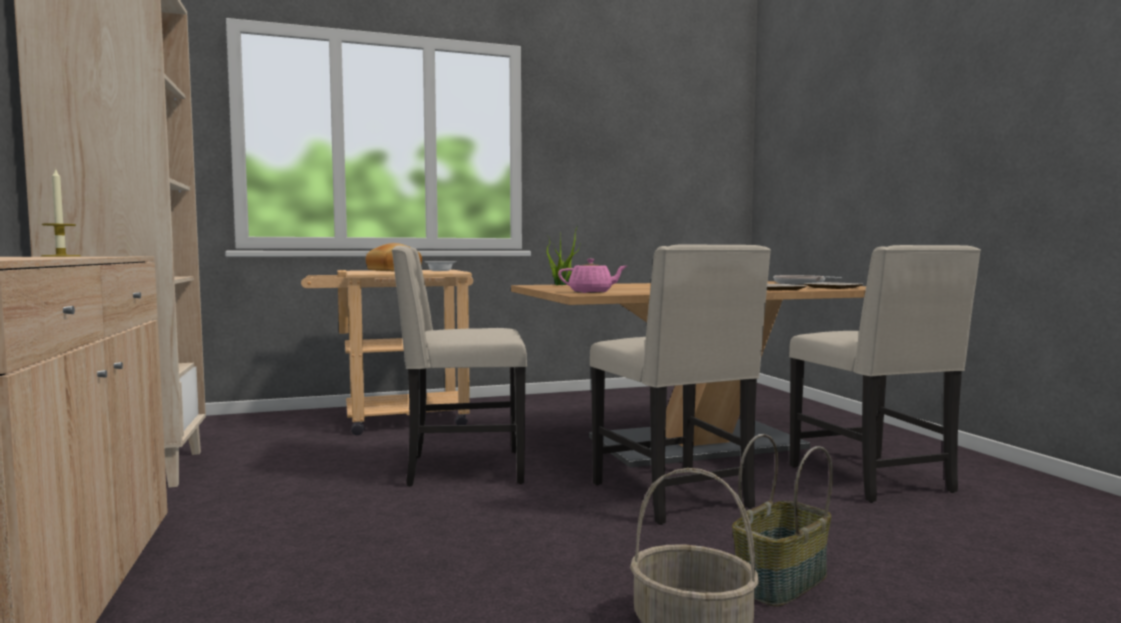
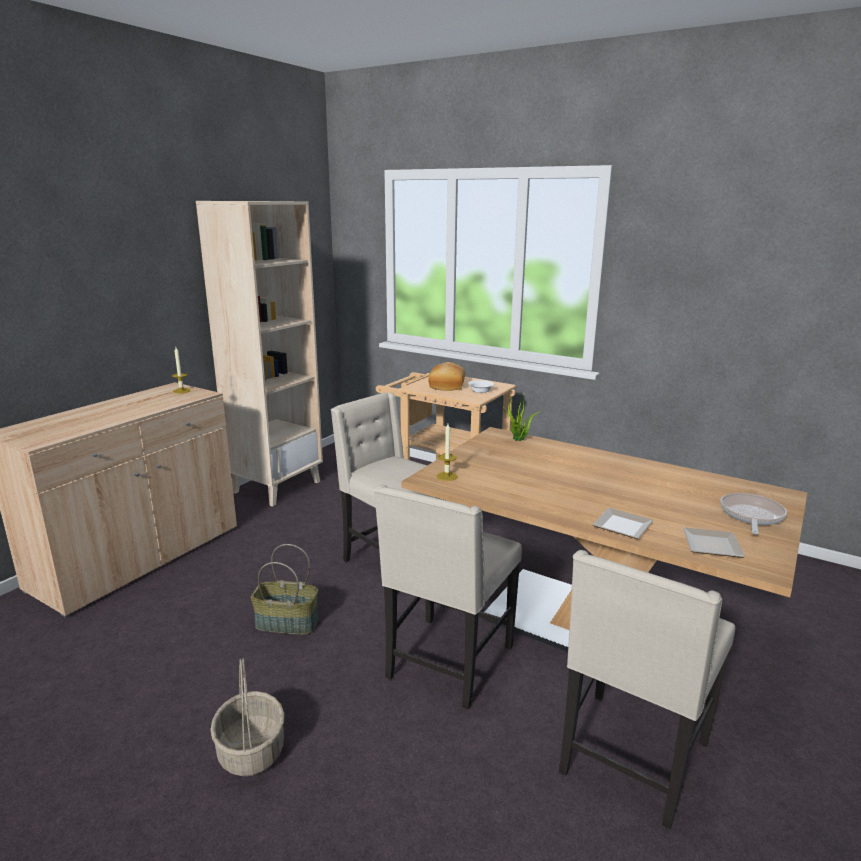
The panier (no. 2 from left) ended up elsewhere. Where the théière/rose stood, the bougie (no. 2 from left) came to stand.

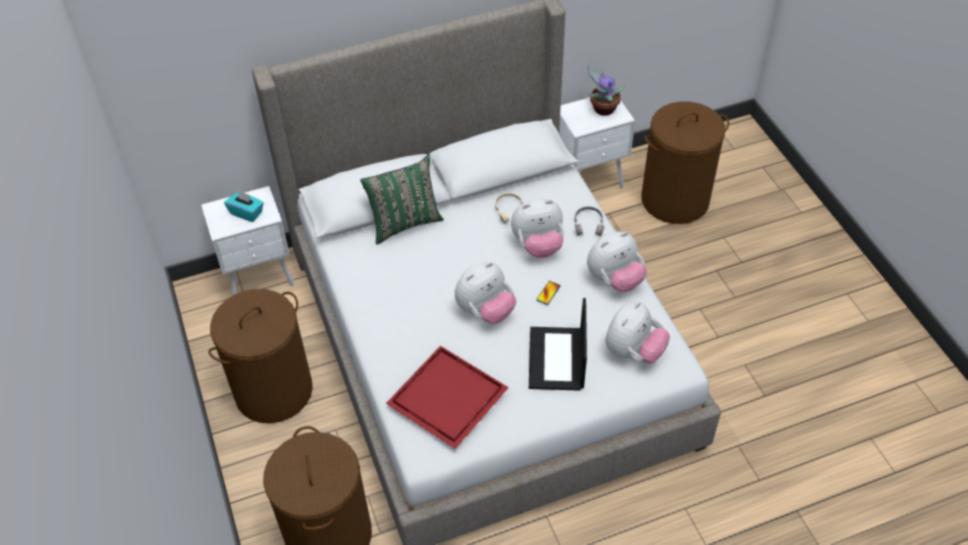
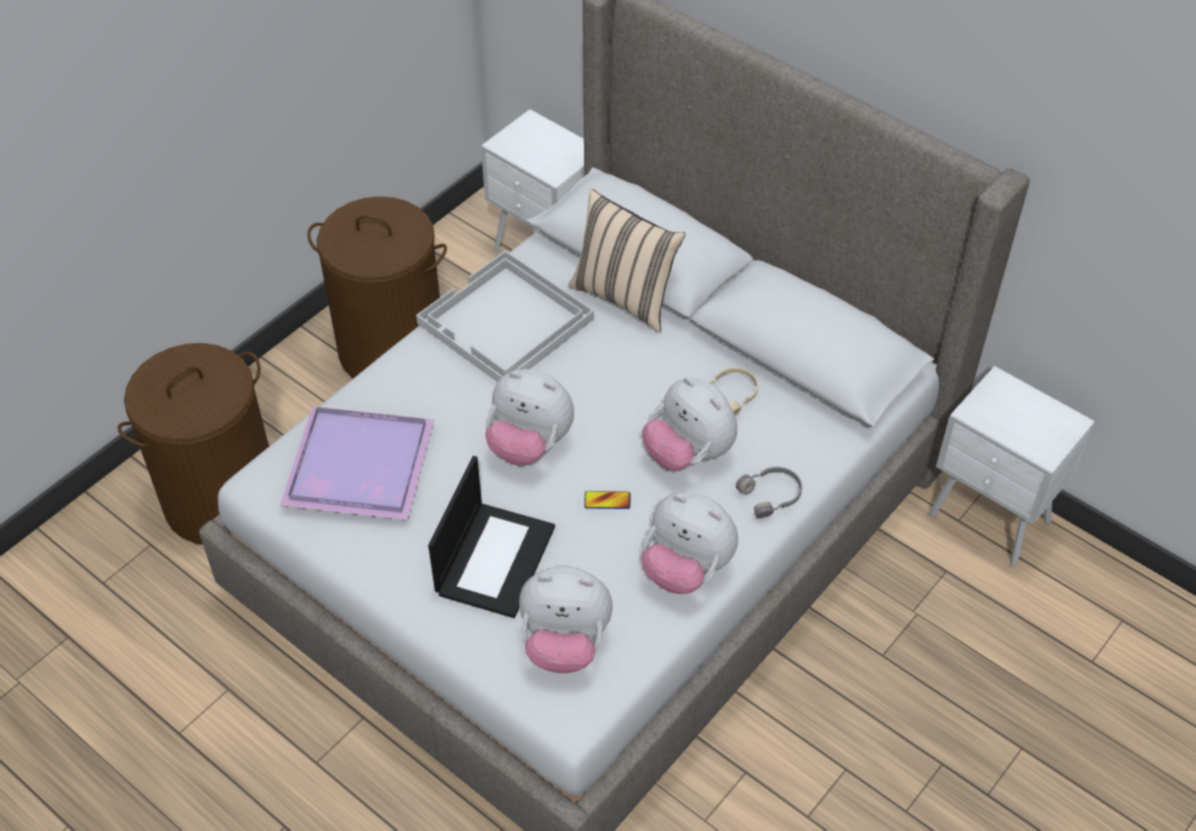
What was the plateau/rouge turned into the plateau/violet. The second view gained the plateau/blanc. The ordinateur portable ended up facing another way, 135 degrees clockwise from before. What was the coussin/vert turned into the coussin/beige. The second view lost the boîte à mouchoirs/turquoise. The second view lost the plante en pot. The second view lost the panier à linge/marron (no. 3 from left).

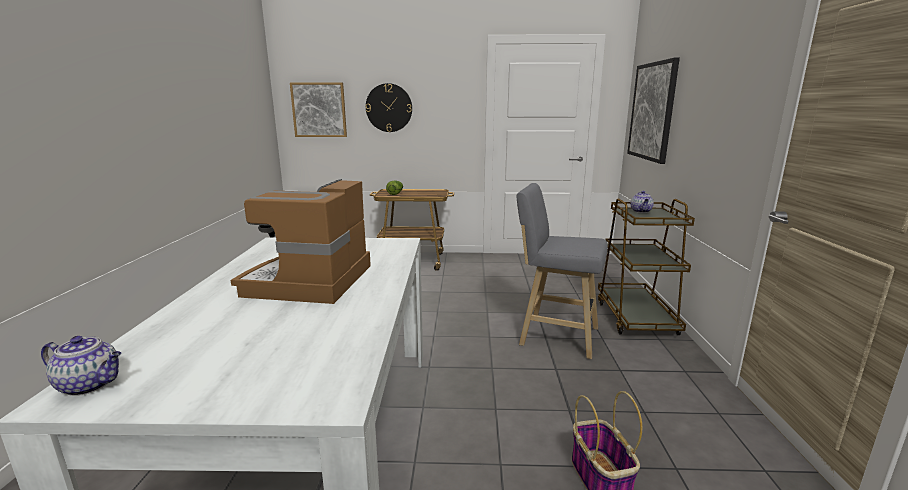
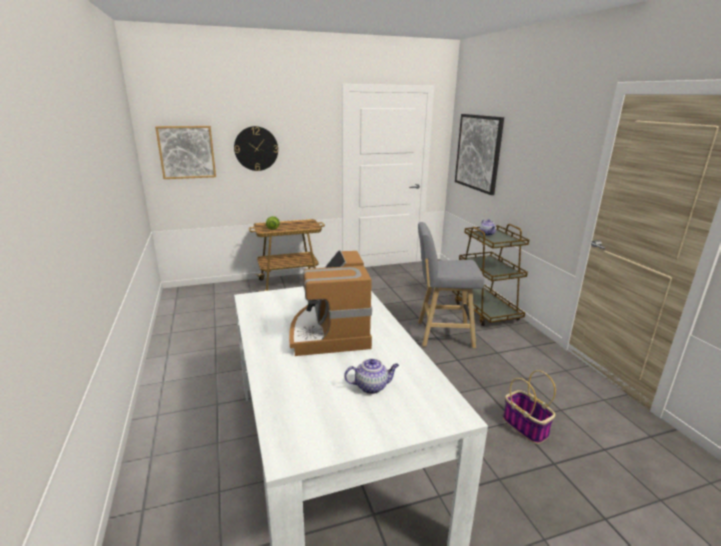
The théière (no. 1 from left) ended up elsewhere.

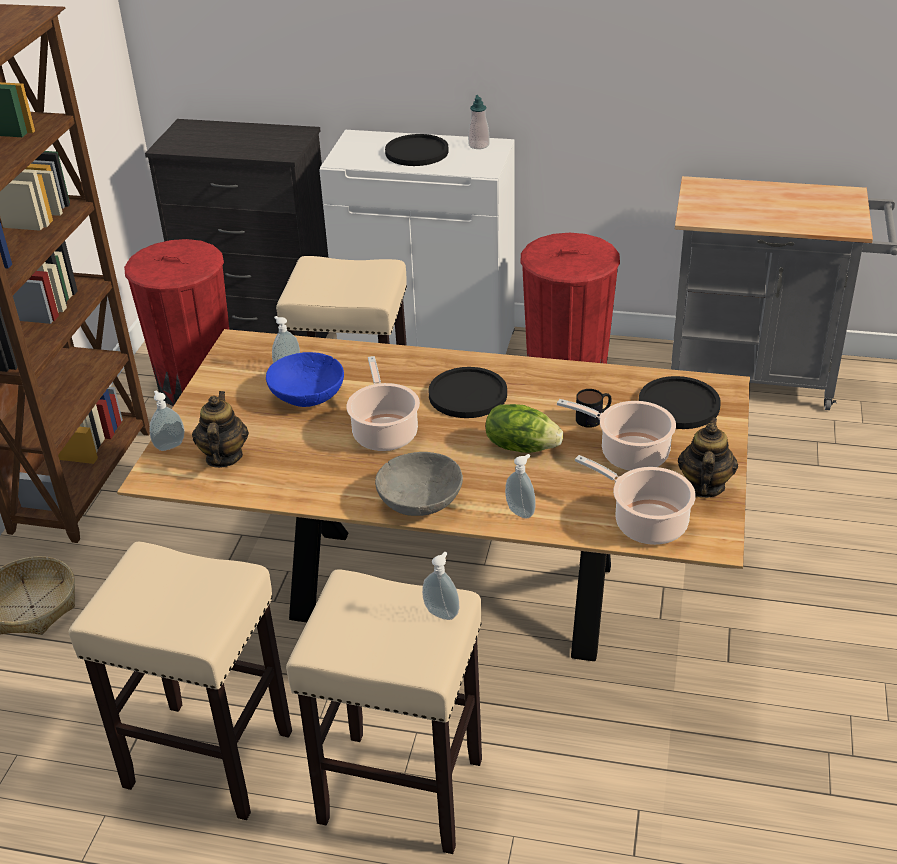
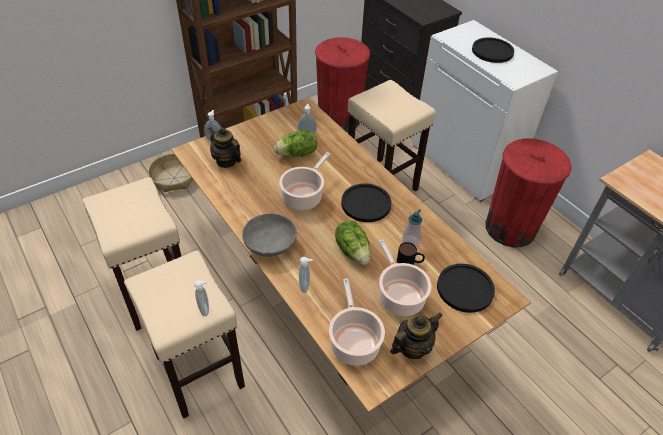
The théière (no. 1 from left) ended up facing another way, 90 degrees counterclockwise from before. Where the bol/bleu stood, the laitue (no. 1 from left) came to stand. The distributeur de savon (no. 4 from left in the first image) ended up elsewhere.

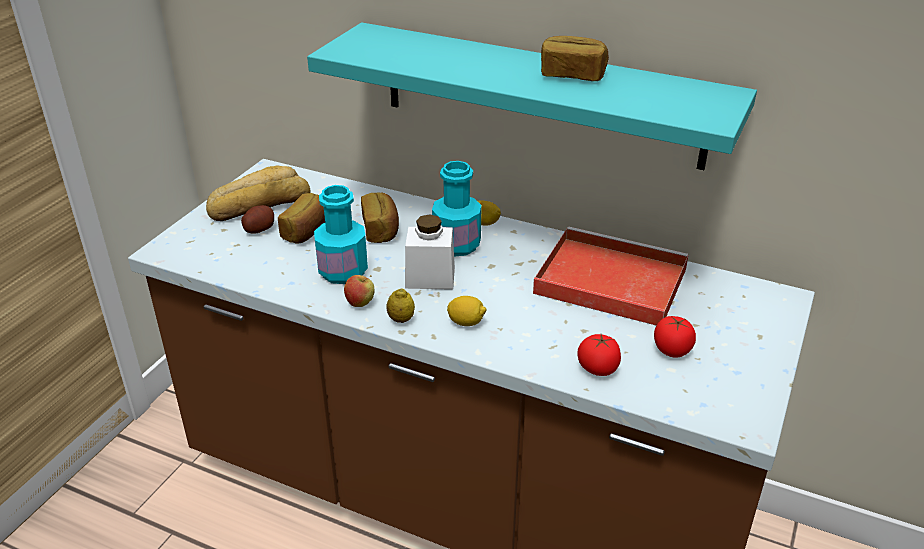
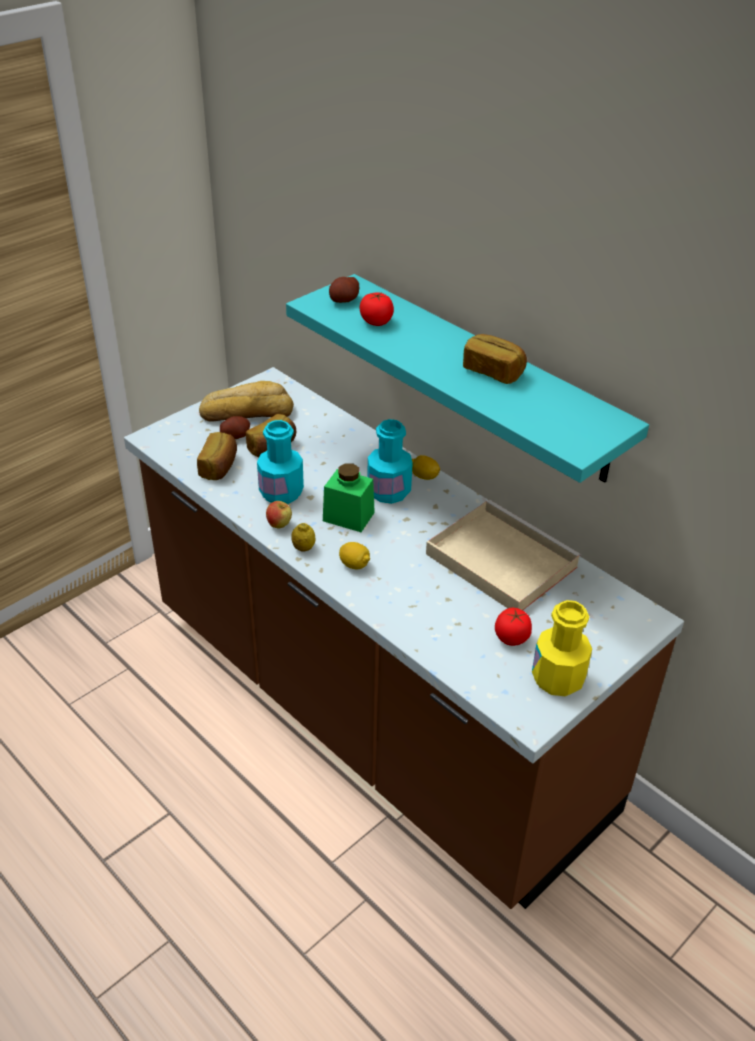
The pain (no. 3 from left in the first image) ended up elsewhere. What was the bocal/blanc turned into the bocal/vert. The second view gained the pomme de terre (no. 2 from left). The tomate (no. 1 from left) ended up elsewhere. What was the plateau/rouge turned into the plateau/beige. The second view gained the bouteille/jaune.

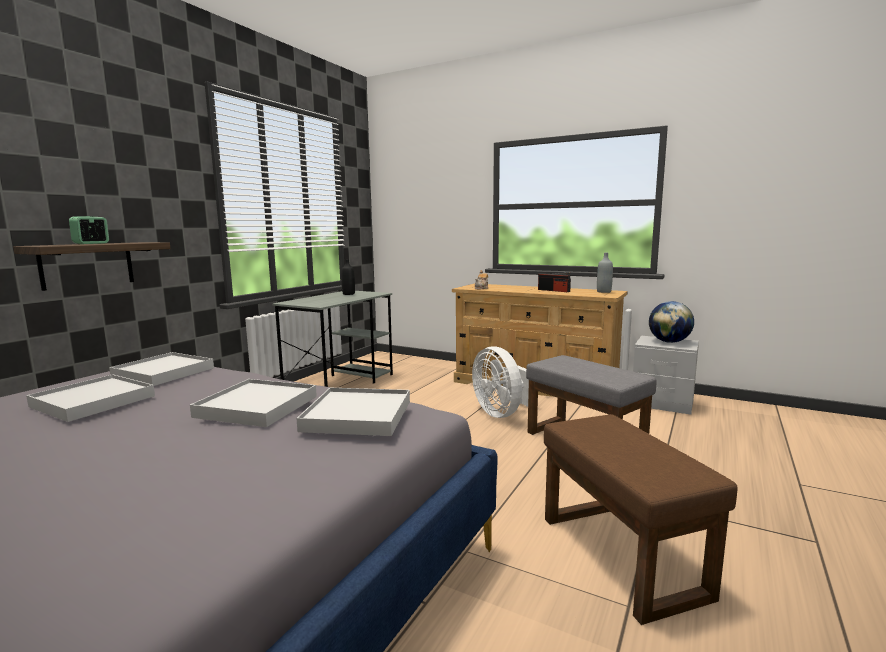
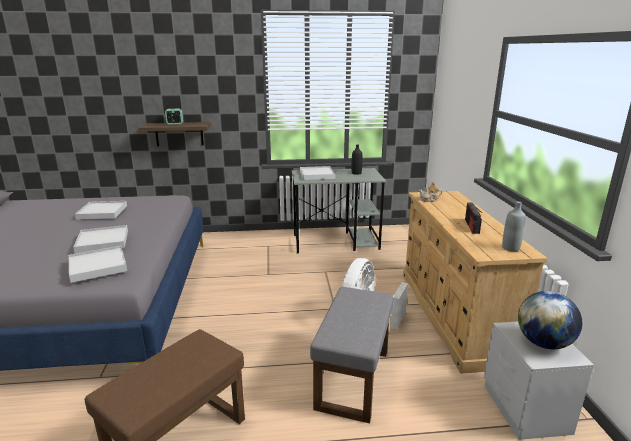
The plateau/blanc (no. 2 from left in the first image) ended up elsewhere.

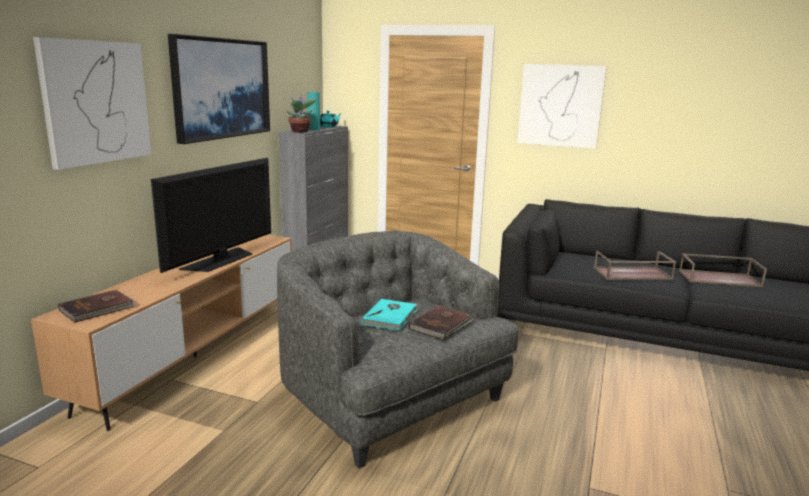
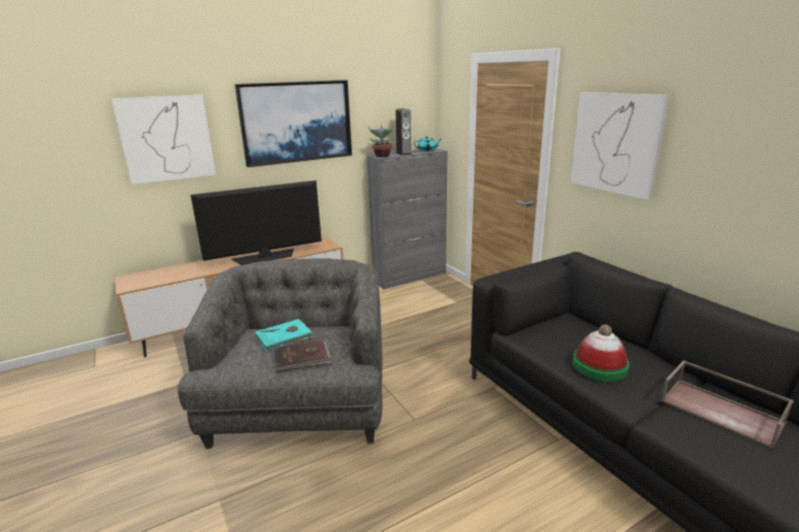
Where the vase/turquoise stood, the enceinte came to stand. Where the plateau/marron (no. 1 from left) stood, the chapeau came to stand. The second view lost the livre/marron (no. 1 from left).

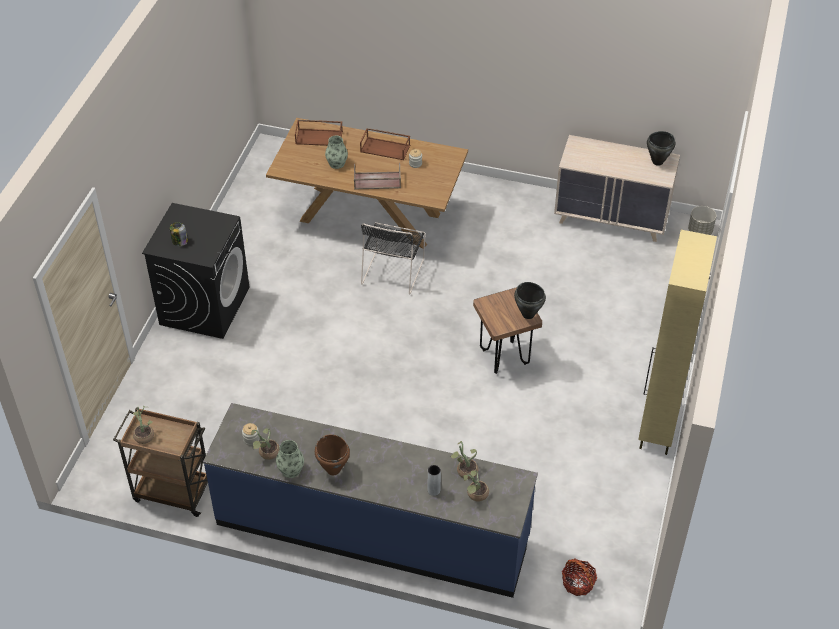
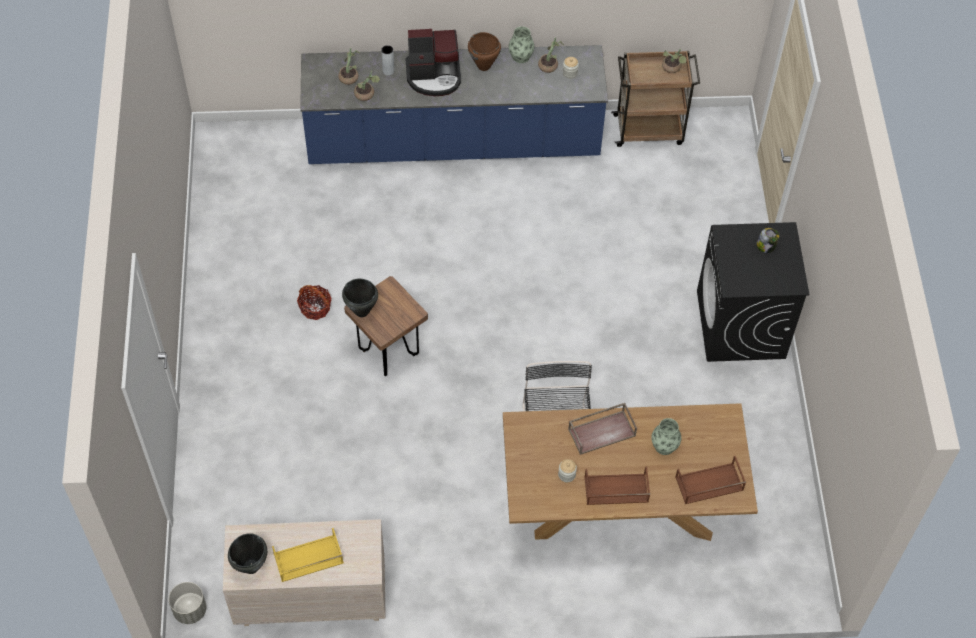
The second view gained the plateau/jaune. The panier ended up elsewhere. The second view gained the machine à café. The second view lost the meuble de rangement/beige.

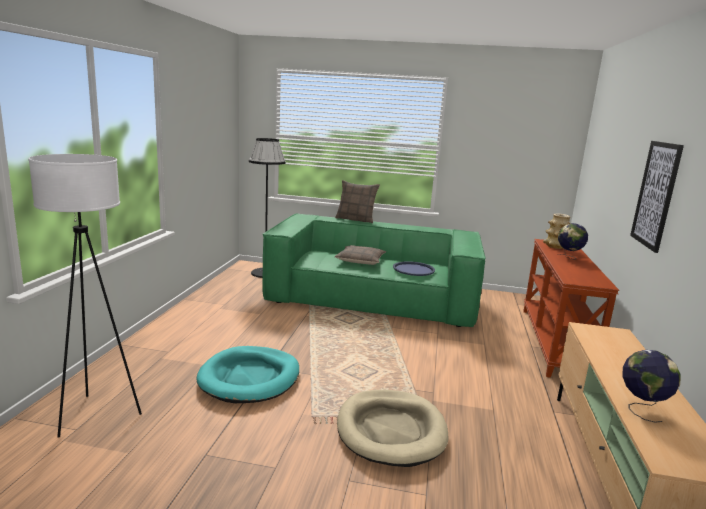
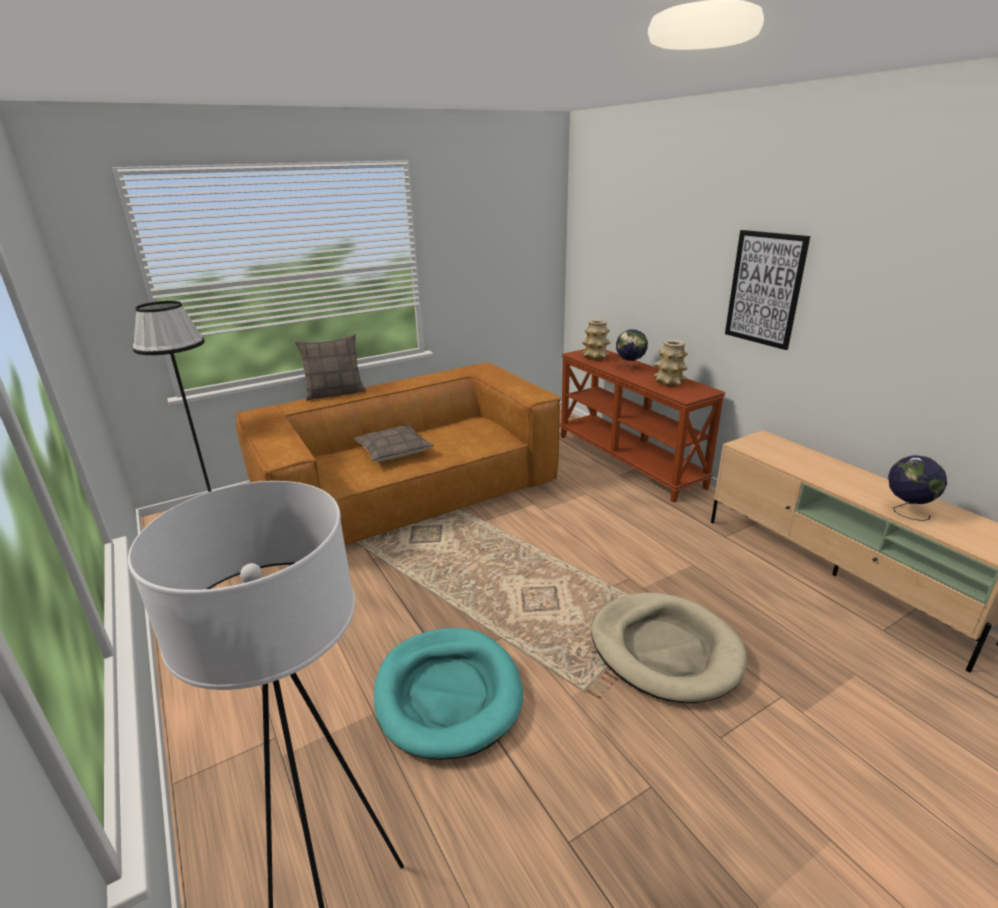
What was the canapé/vert turned into the canapé/marron. The second view gained the vase (no. 2 from left). The second view lost the plateau/bleu.

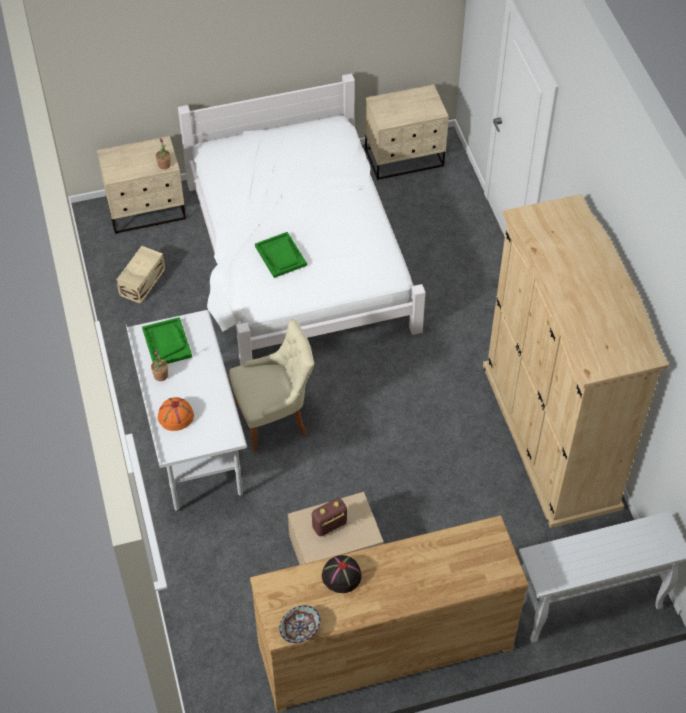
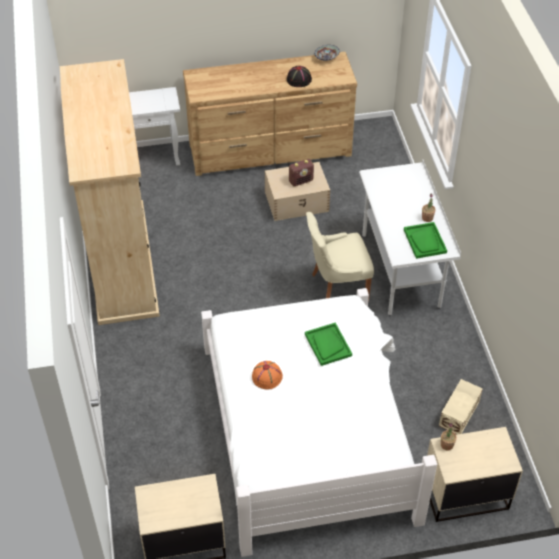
The chapeau/orange ended up elsewhere.

